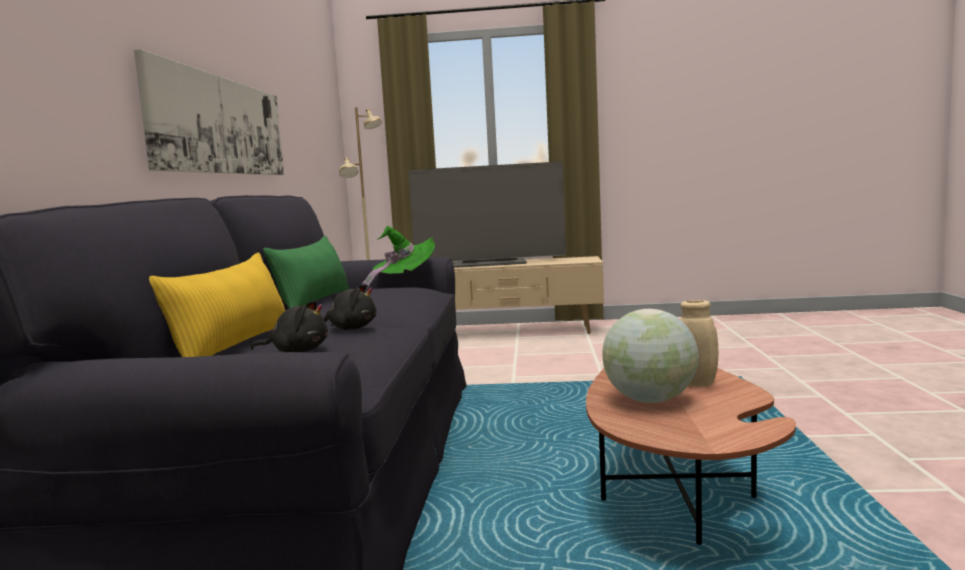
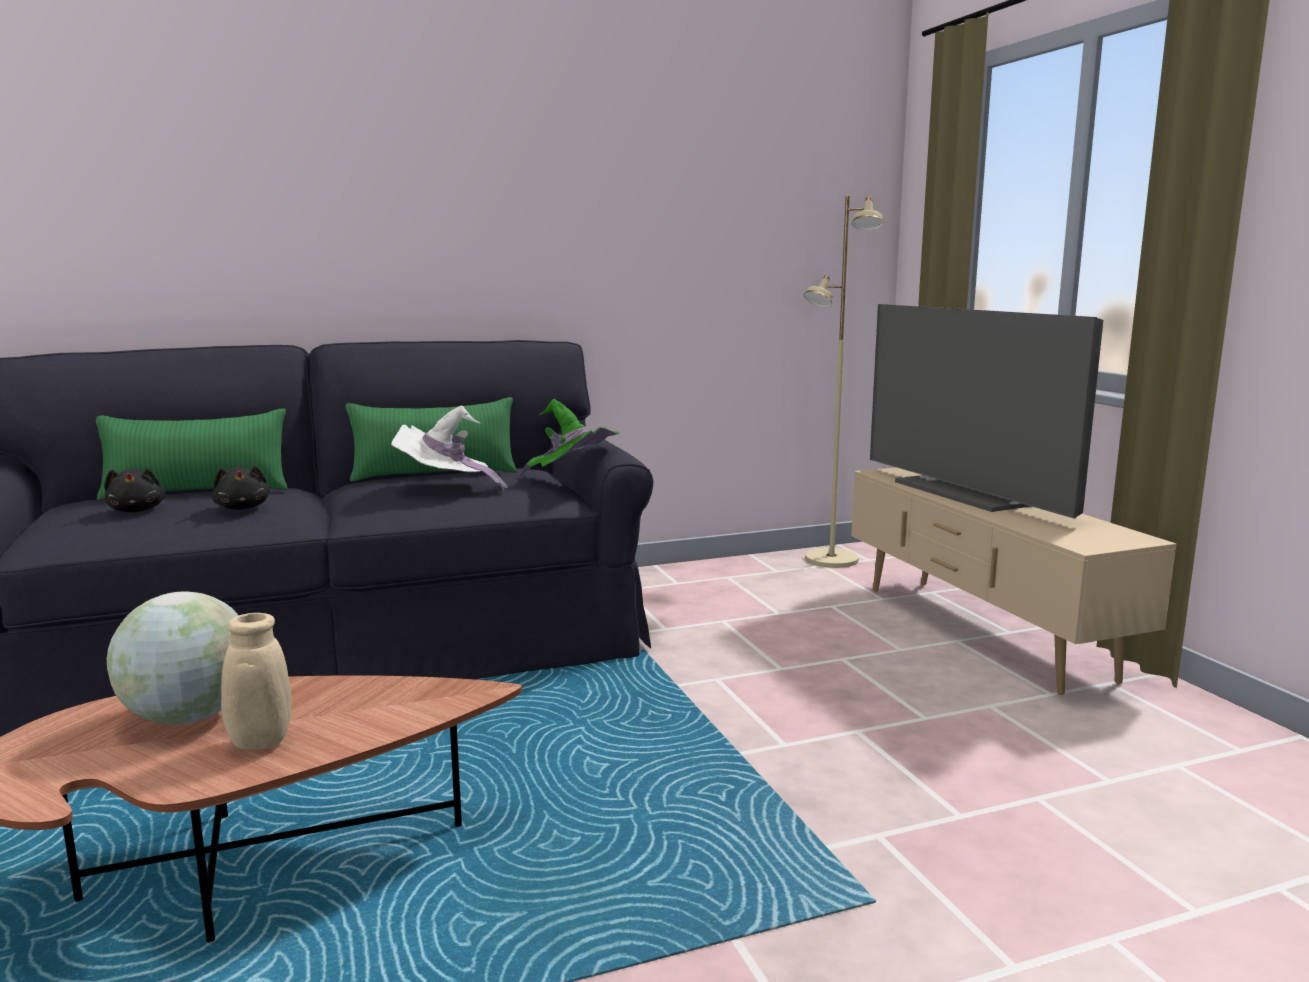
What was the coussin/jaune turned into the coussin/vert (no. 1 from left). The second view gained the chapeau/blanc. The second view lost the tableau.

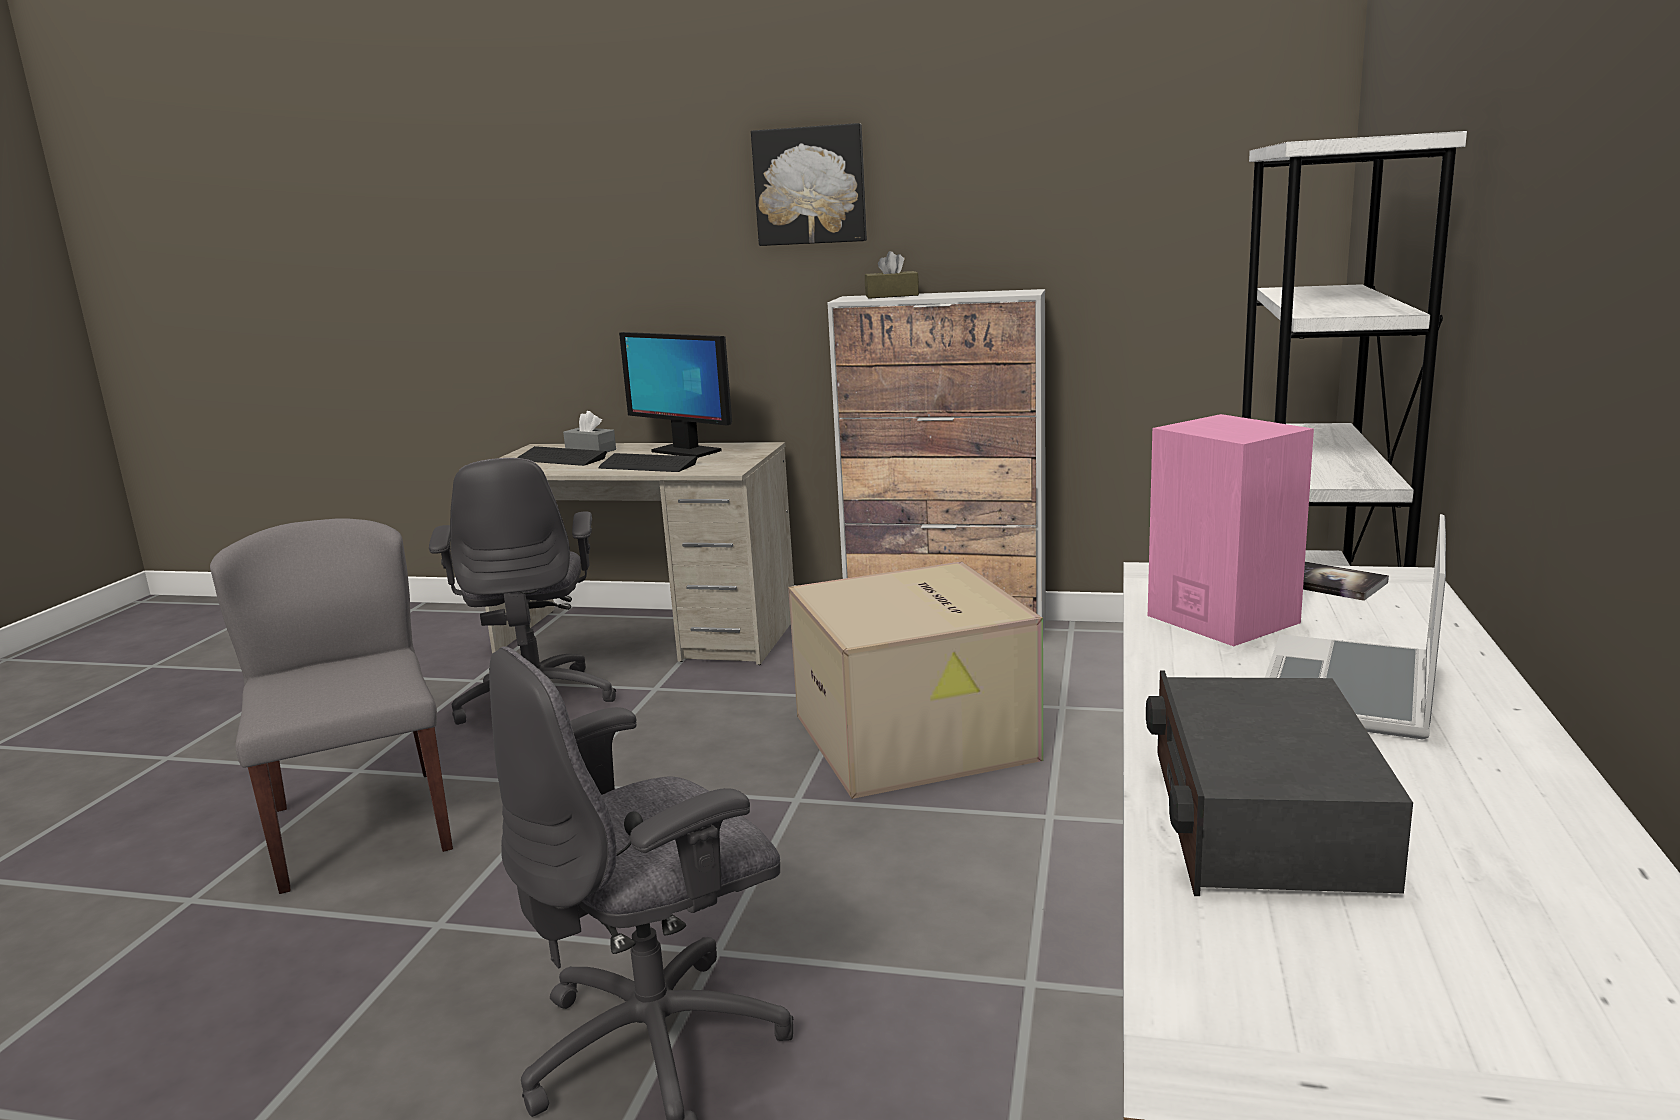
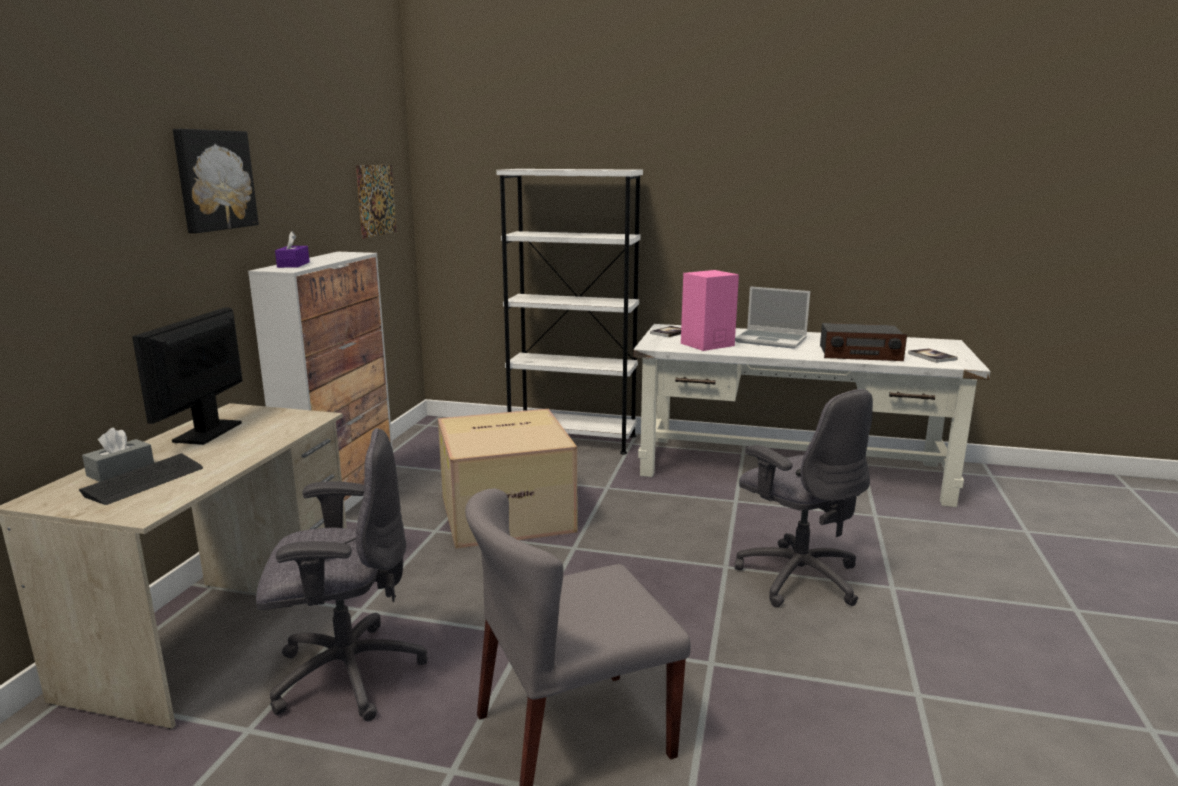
The écran d'ordinateur ended up facing another way, 150 degrees clockwise from before. What was the boîte à mouchoirs/marron turned into the boîte à mouchoirs/violet. The second view gained the tableau (no. 2 from left). The second view gained the livre (no. 2 from left). The second view lost the clavier (no. 2 from left).

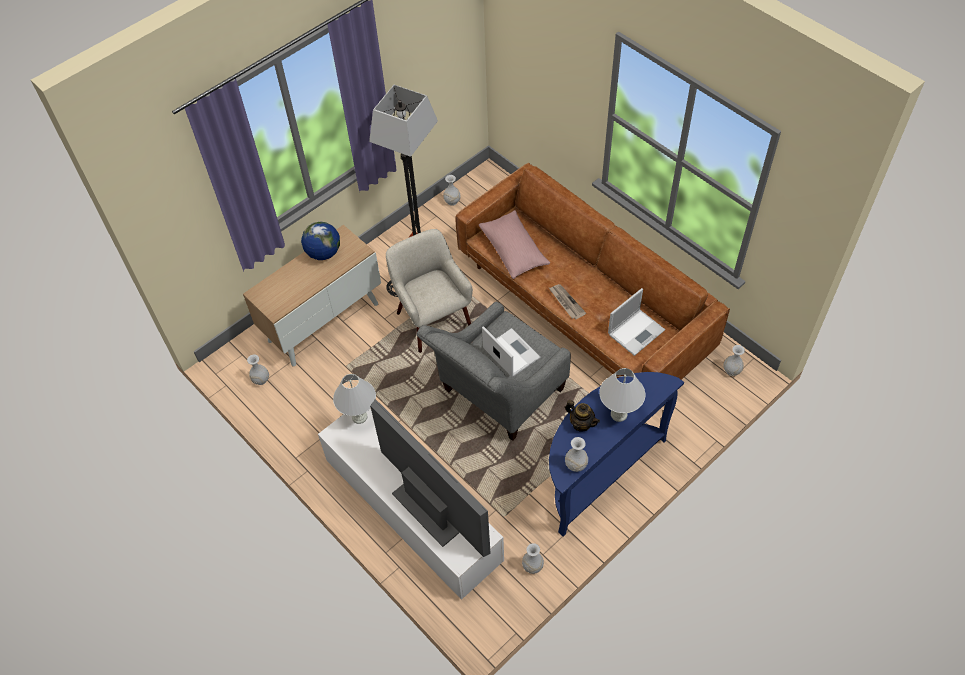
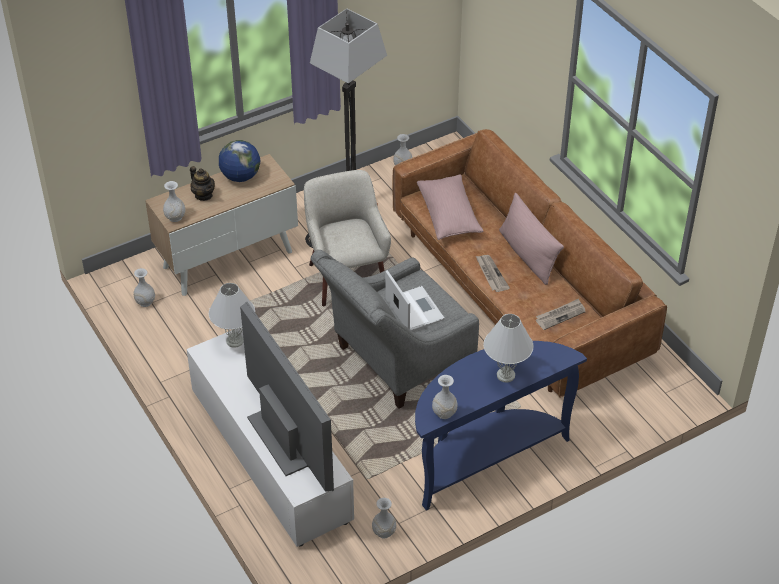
The vase/blanc (no. 5 from left in the first image) ended up elsewhere. The théière ended up elsewhere. The second view gained the coussin/rose (no. 2 from left). Where the ordinateur portable (no. 2 from left) stood, the journal (no. 2 from left) came to stand.

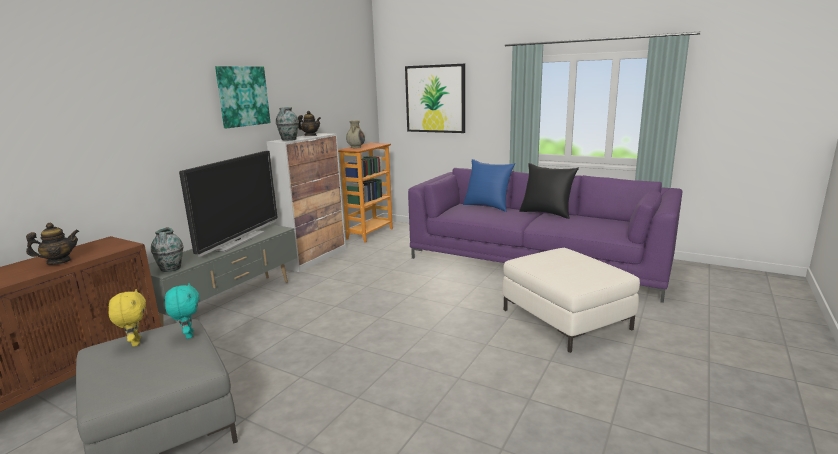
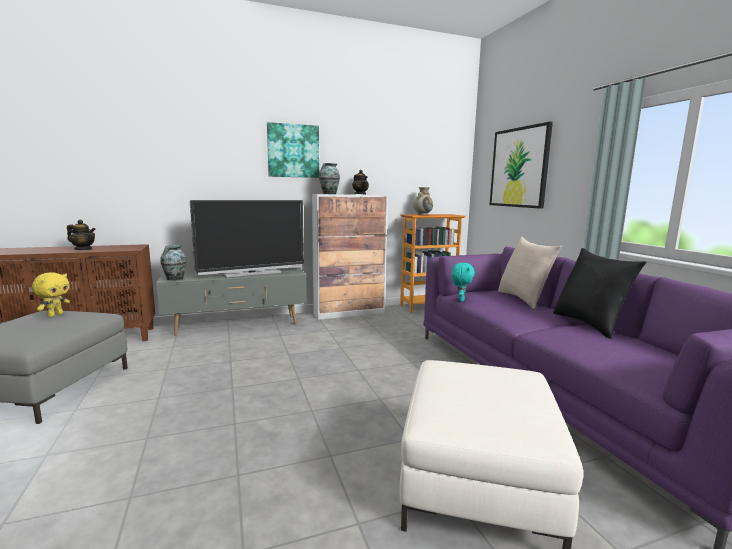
The peluche/turquoise ended up elsewhere. What was the coussin/bleu turned into the coussin/beige.

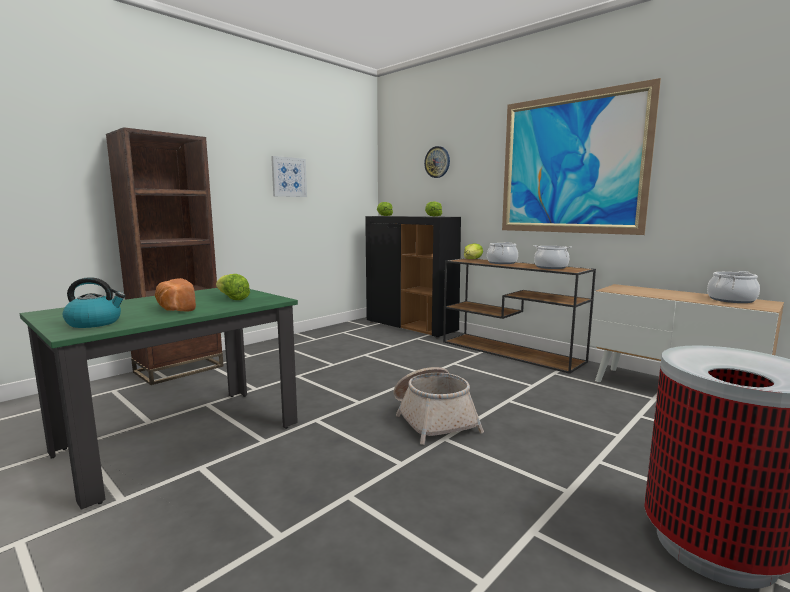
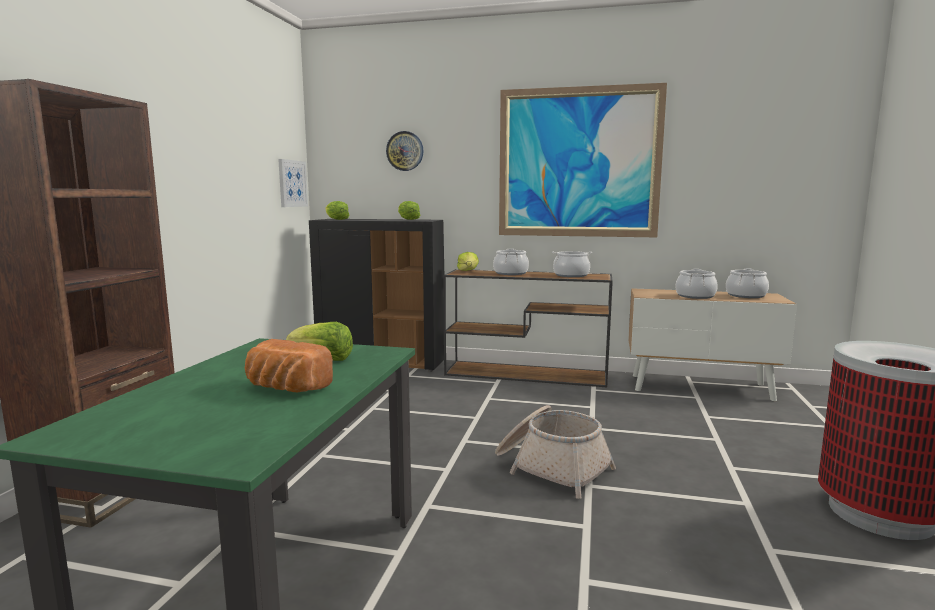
The tableau (no. 1 from left) ended up elsewhere. The second view gained the marmite (no. 3 from left). The second view lost the bouilloire.

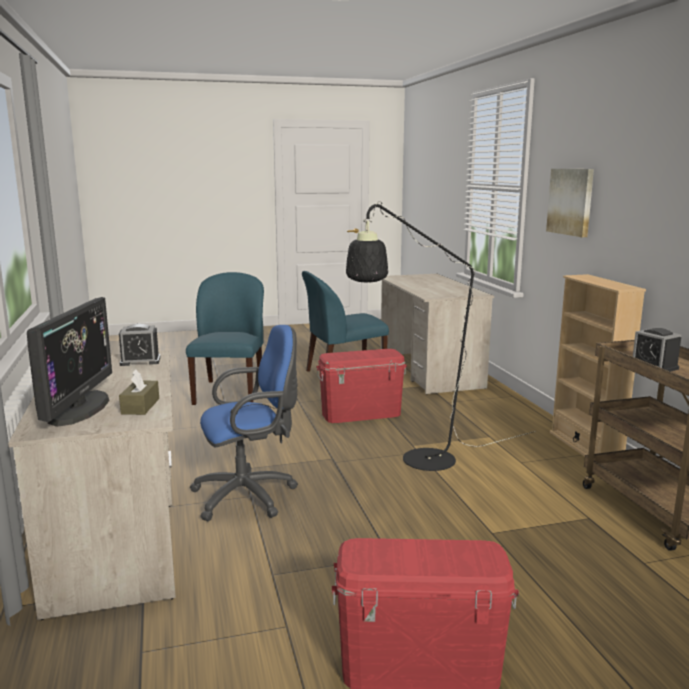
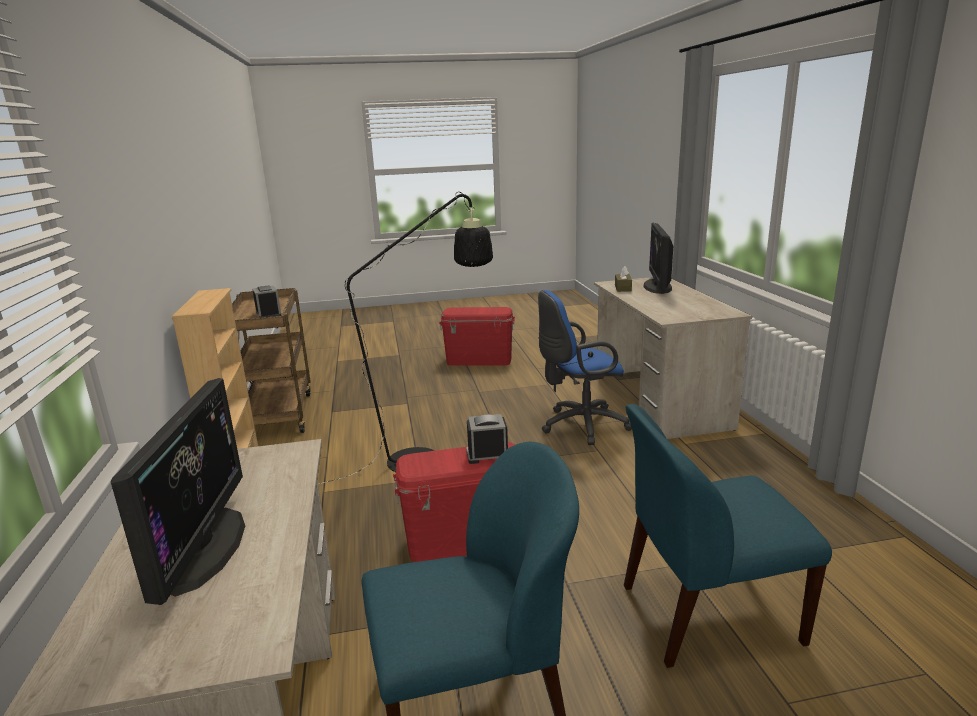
The second view gained the écran d'ordinateur (no. 1 from left). The réveil (no. 1 from left in the first image) ended up elsewhere. The chaise/bleu (no. 1 from left in the first image) ended up facing another way, 75 degrees clockwise from before. The second view lost the tableau.

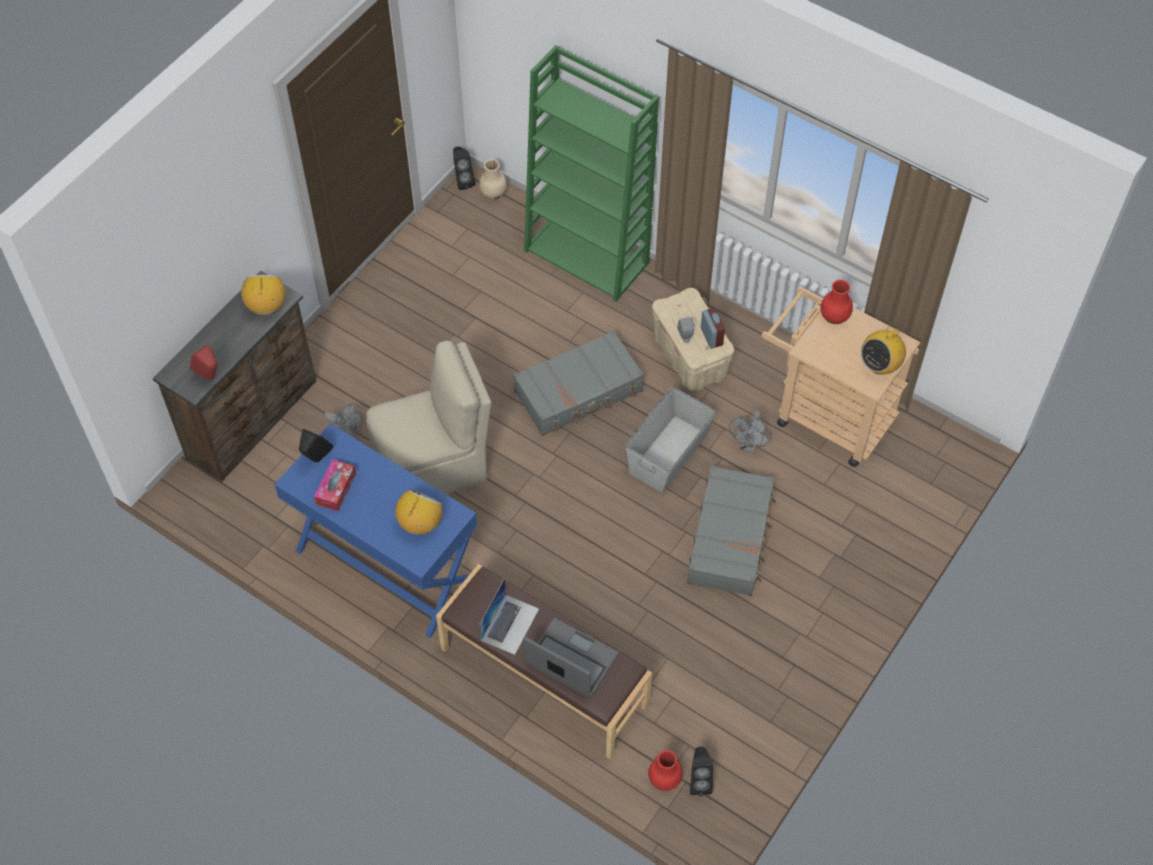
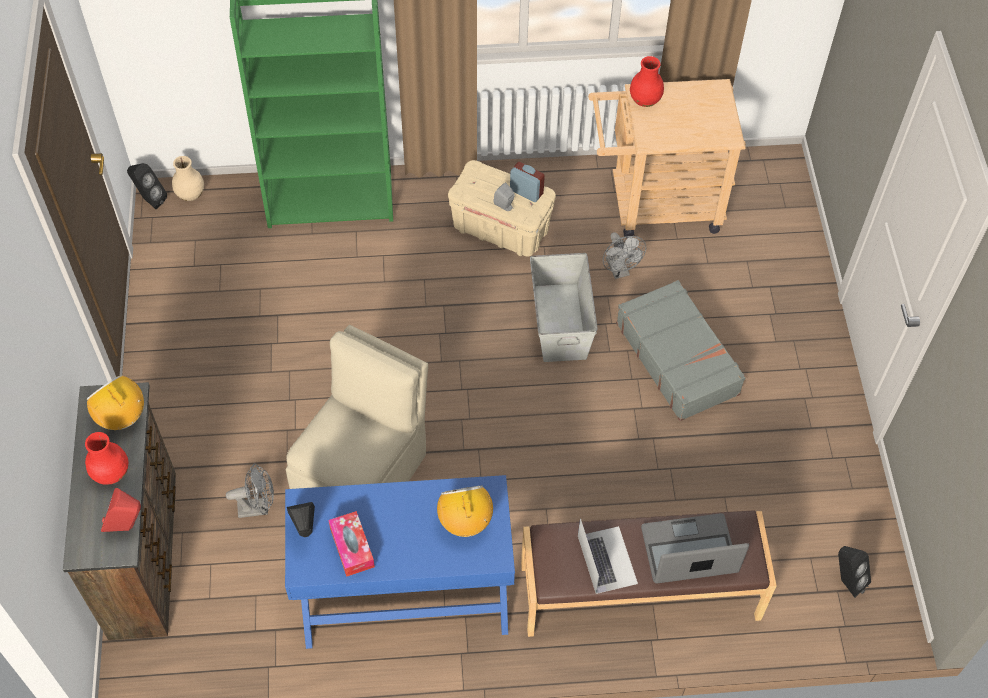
The vase/rouge (no. 1 from left) ended up elsewhere. The second view lost the valise/gris (no. 1 from left). The second view lost the radio (no. 3 from left).

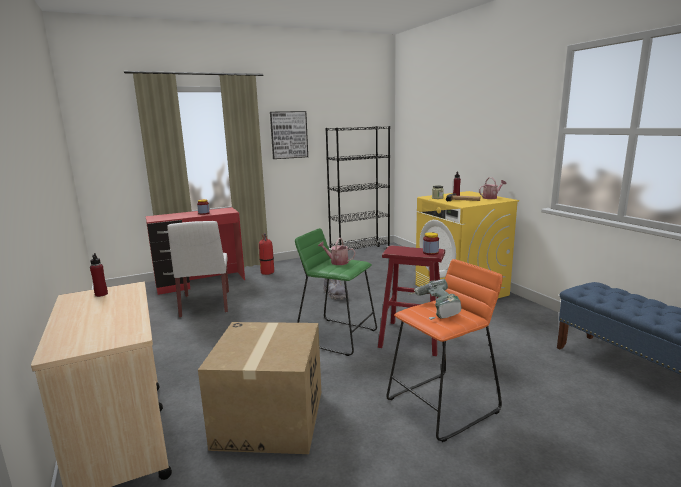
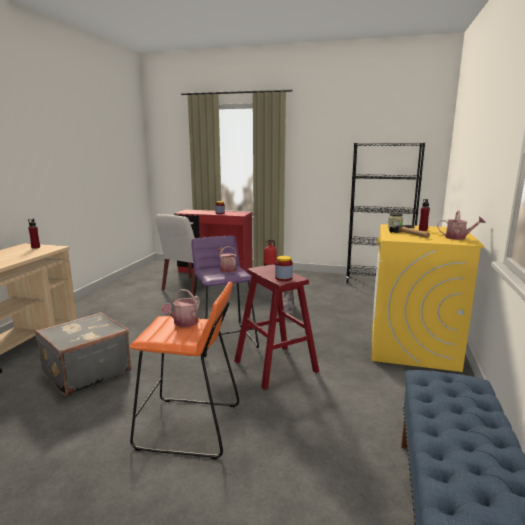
Where the carton stood, the valise/gris came to stand. Where the perceuse stood, the arrosoir (no. 1 from left) came to stand. What was the tabouret/vert turned into the tabouret/violet. The second view lost the tableau.

